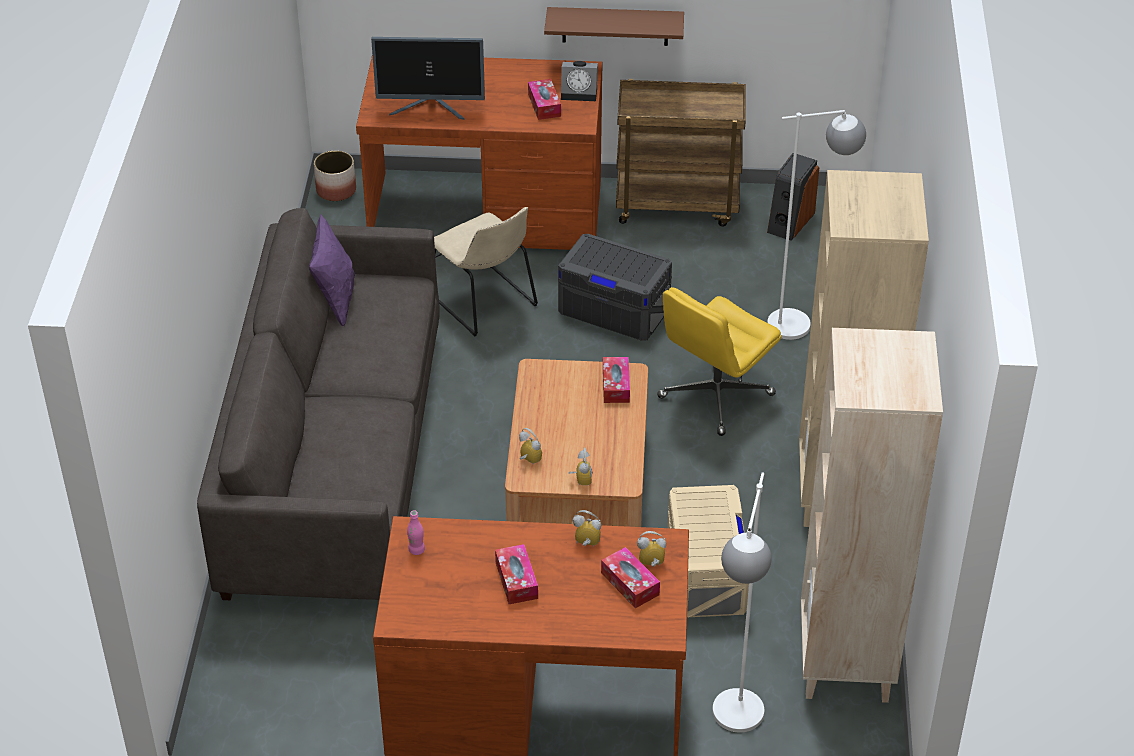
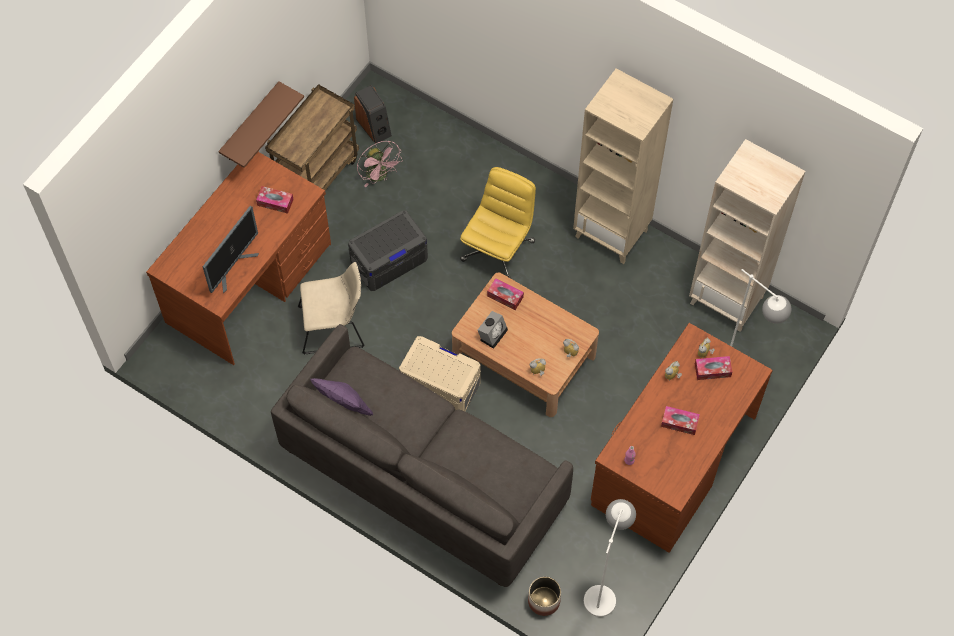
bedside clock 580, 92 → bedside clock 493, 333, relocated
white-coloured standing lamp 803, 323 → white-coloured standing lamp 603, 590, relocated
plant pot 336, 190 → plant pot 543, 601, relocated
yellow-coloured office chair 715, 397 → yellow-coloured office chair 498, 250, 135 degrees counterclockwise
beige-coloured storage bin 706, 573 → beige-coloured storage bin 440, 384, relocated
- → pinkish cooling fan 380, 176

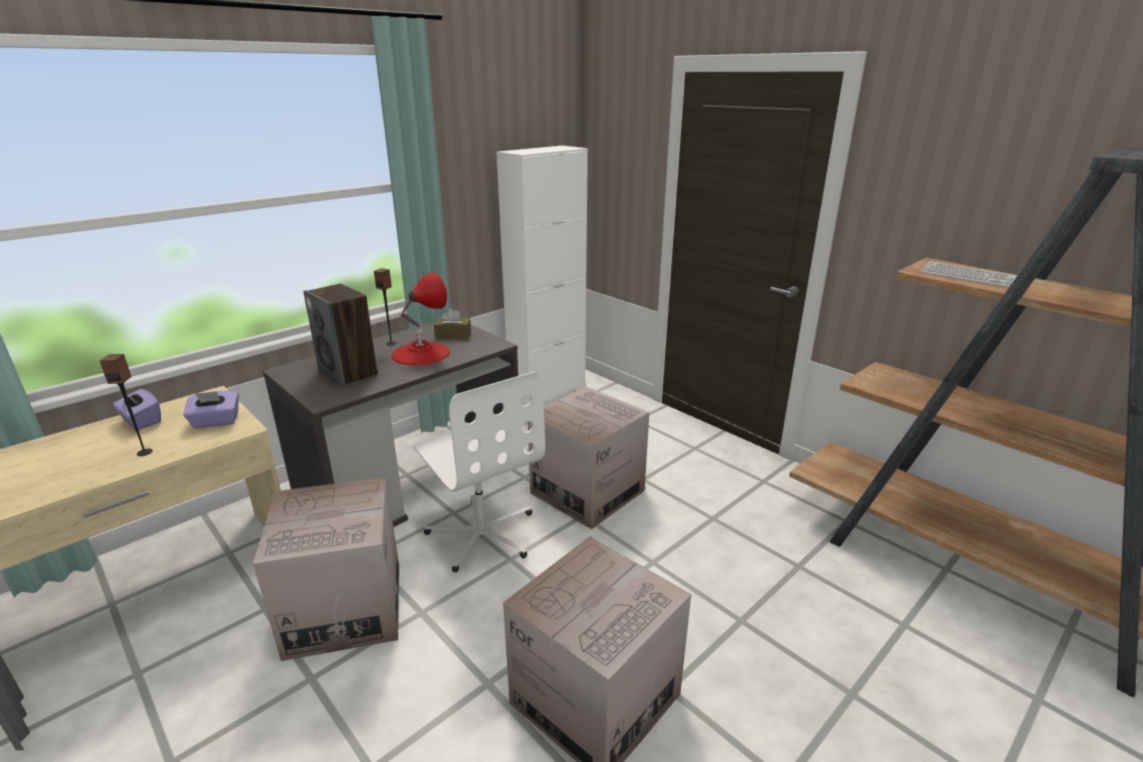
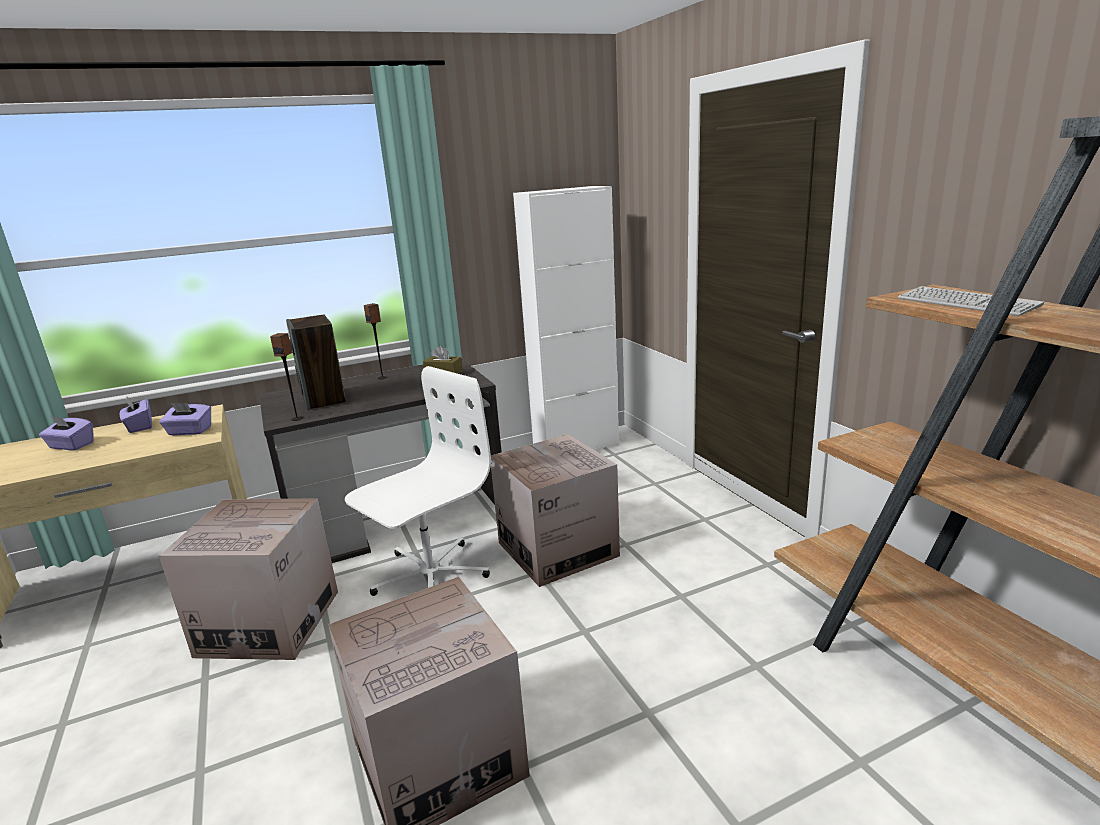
reddish lamp for a table 420, 353 → -
loudspeaker 145, 452 → loudspeaker 297, 418, relocated
white-coloured office chair 482, 533 → white-coloured office chair 429, 575, 120 degrees counterclockwise
- → purple-coloured tissue box 71, 446

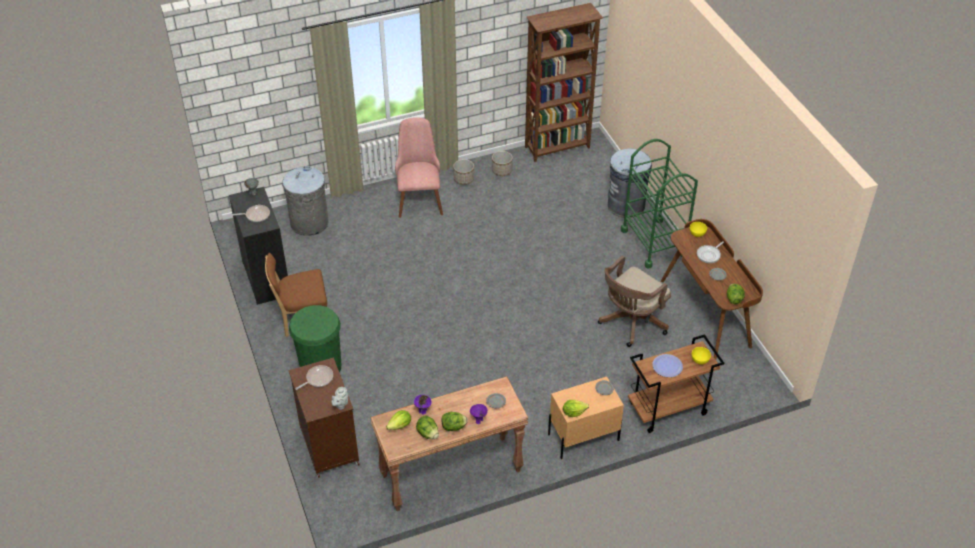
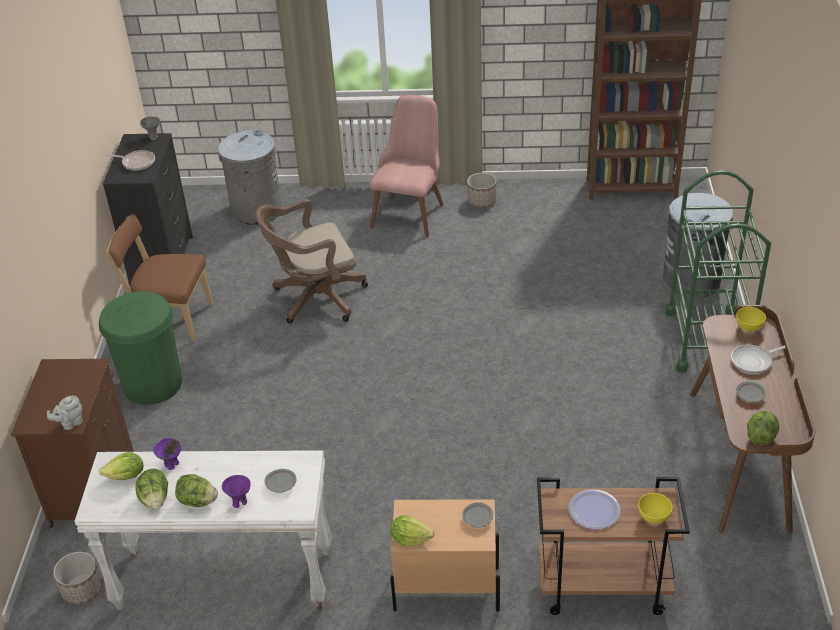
plant pot 501, 170 → plant pot 82, 589, relocated
brown-coloured office chair 631, 323 → brown-coloured office chair 315, 299, relocated
skillet 318, 379 → -
brown-coloured narrow table 451, 474 → white-coloured narrow table 224, 581

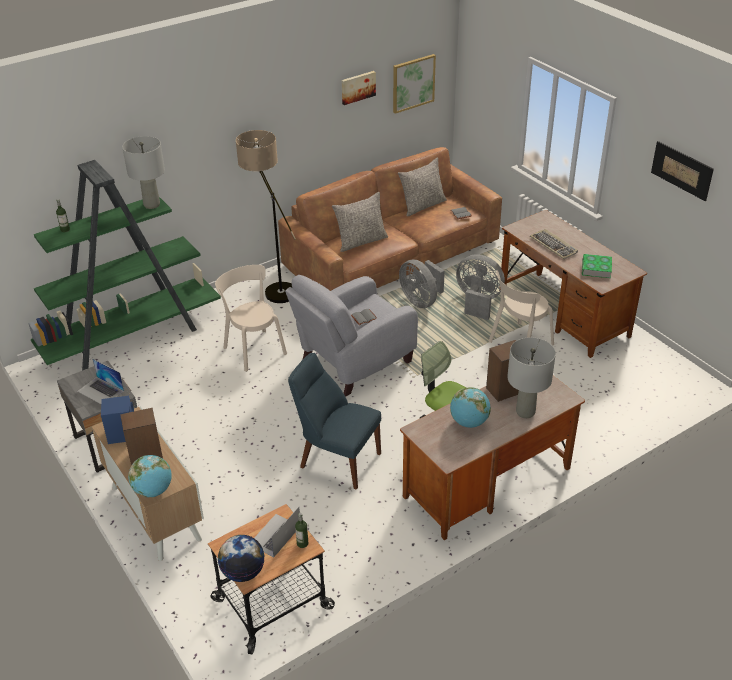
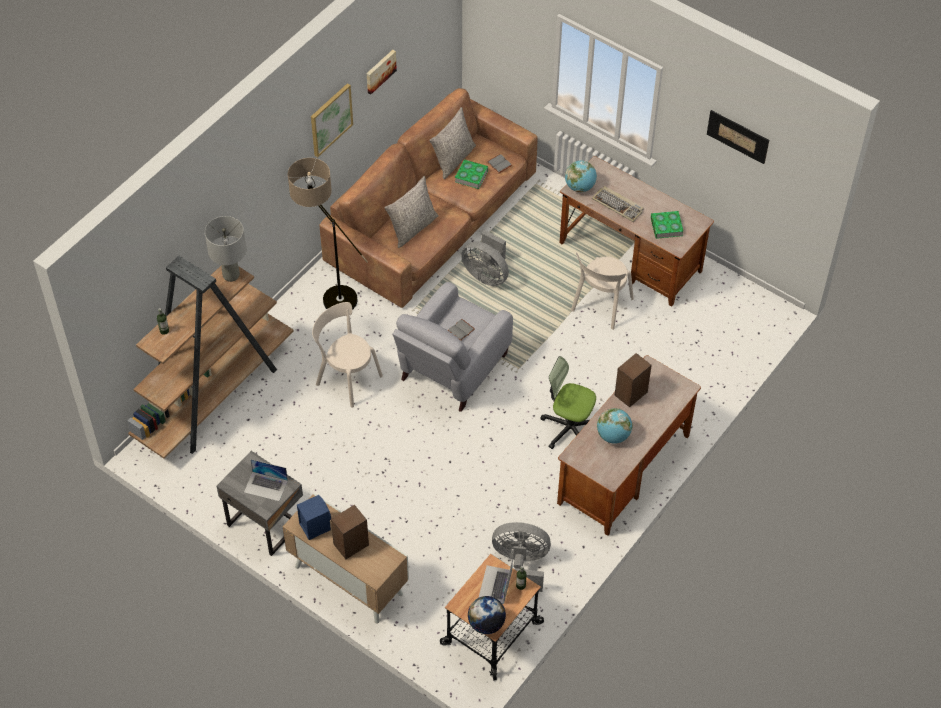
wall art 413, 83 → wall art 330, 119, relocated
greenish bookshelf 132, 337 → brown-coloured bookshelf 215, 395
grey cooling fan 478, 302 → grey cooling fan 521, 563, relocated
grey lamp for a table 525, 412 → -
blue-coloured plain chair 337, 459 → -
globe 153, 490 → globe 580, 187, relocated
- → book 471, 176

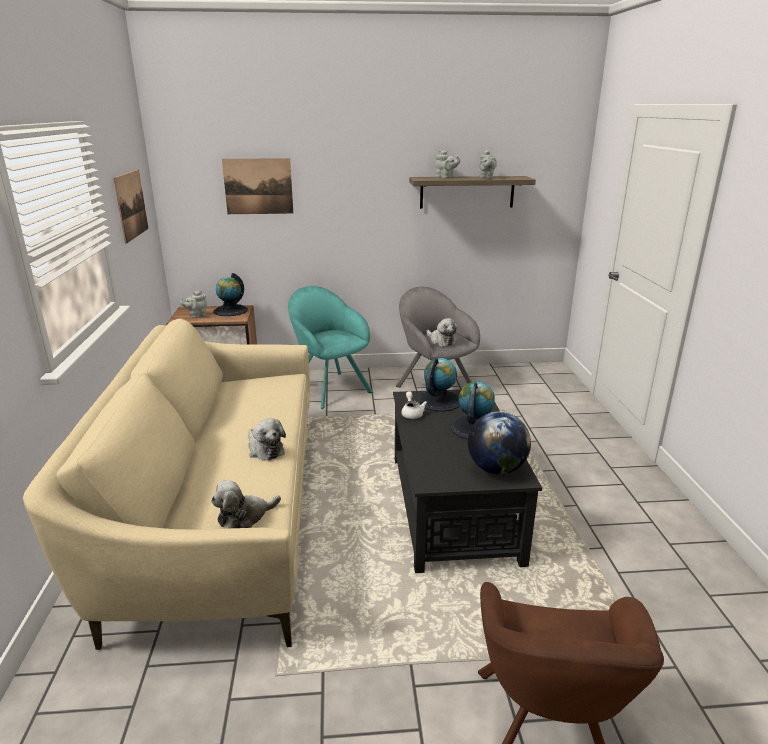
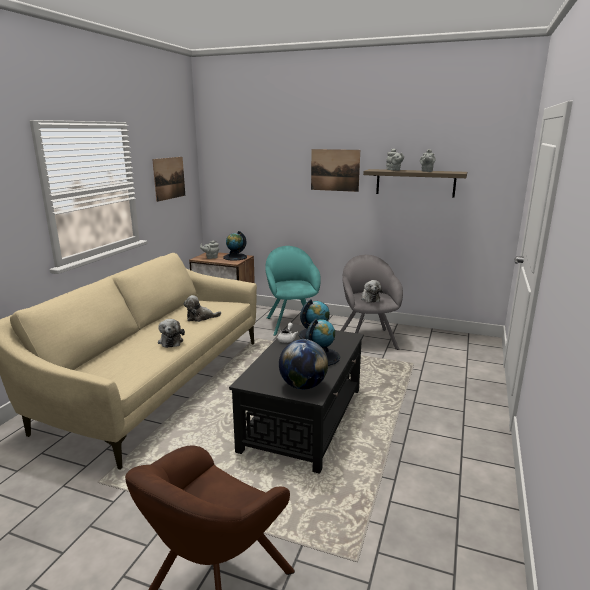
wall art 258, 186 → wall art 335, 170, relocated
cuddly toy 244, 517 → cuddly toy 200, 317, relocated

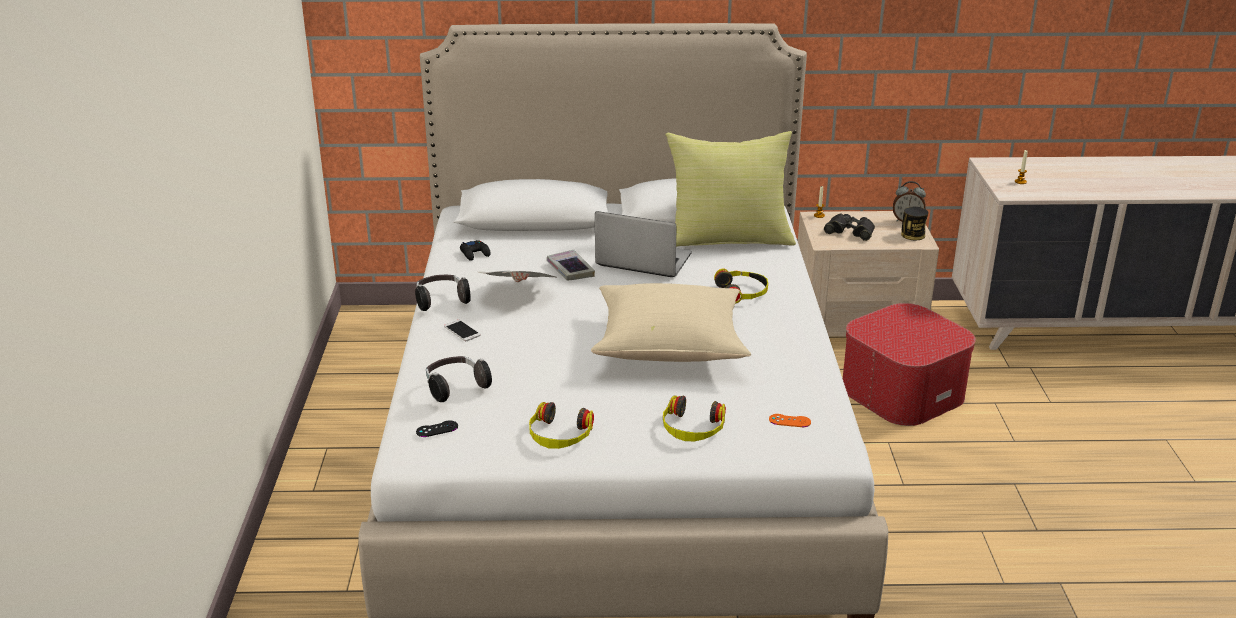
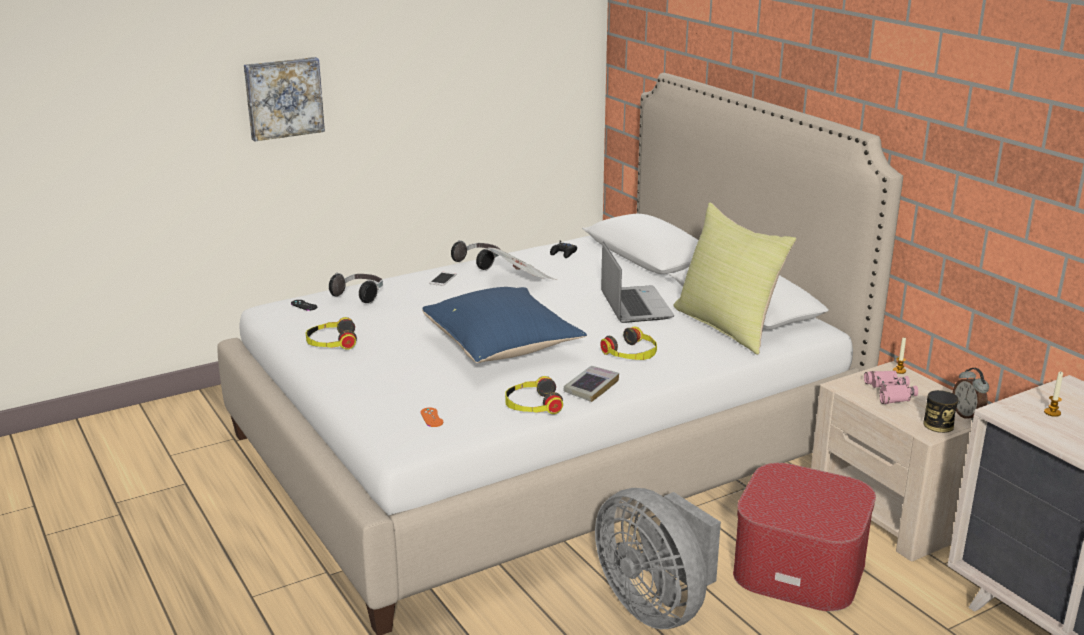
black-coloured pair of binoculars 850, 231 → pinkish pair of binoculars 889, 392
book 570, 270 → book 591, 387, relocated
beige-coloured pillow 670, 346 → blue-coloured pillow 503, 348
headset 692, 428 → headset 532, 405, relocated
- → wall art 283, 98
- → grey cooling fan 656, 606

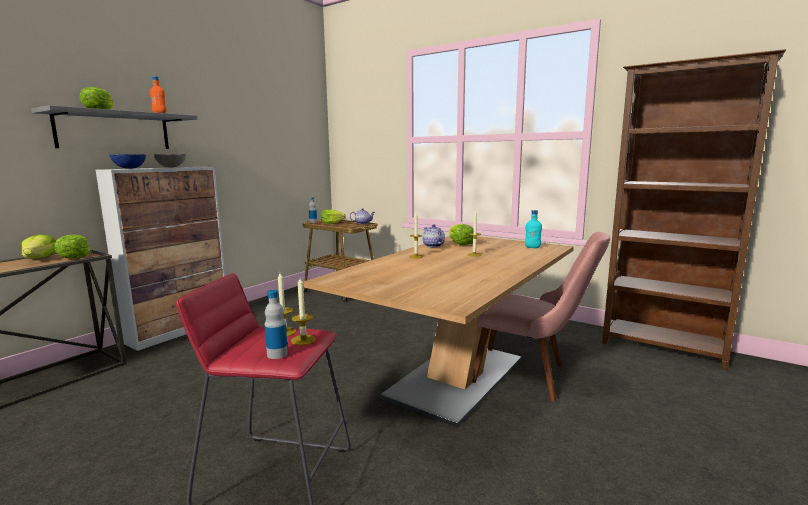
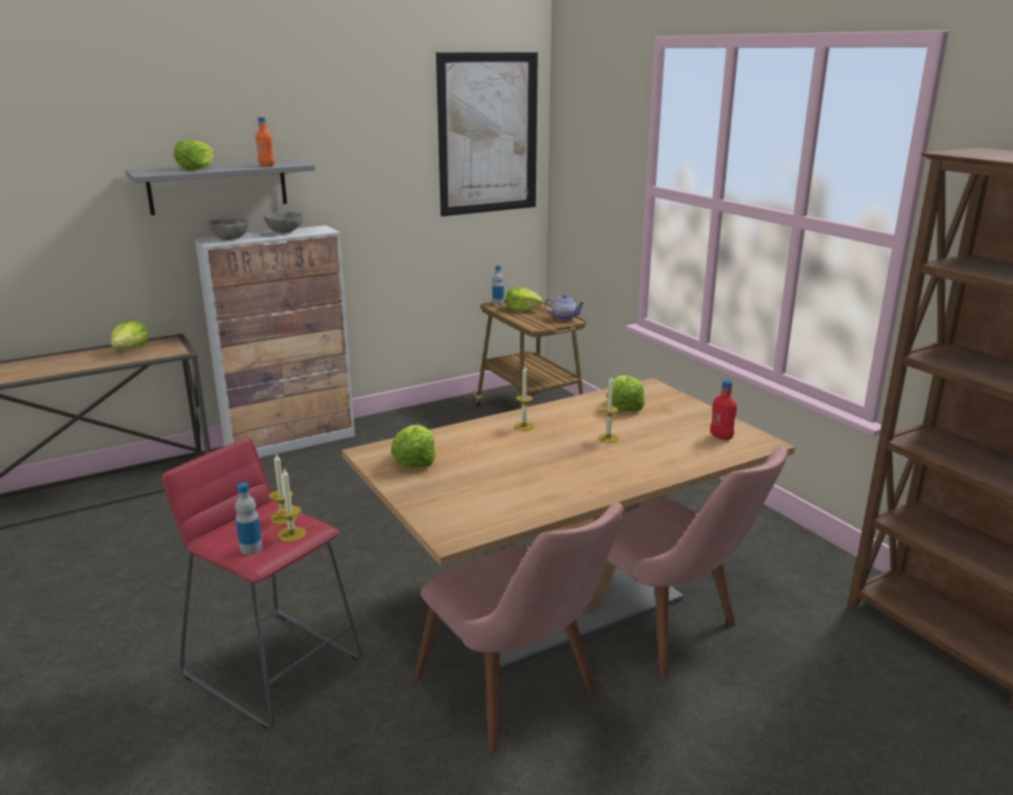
blue-coloured serving bowl 129, 168 → grey serving bowl 229, 239
turquoise-coloured beverage bottle 532, 247 → reddish beverage bottle 721, 437
pot for tea 433, 246 → -
lettuce 75, 256 → lettuce 415, 460, relocated
- → wall art 488, 134
- → pinkish plain chair 520, 696

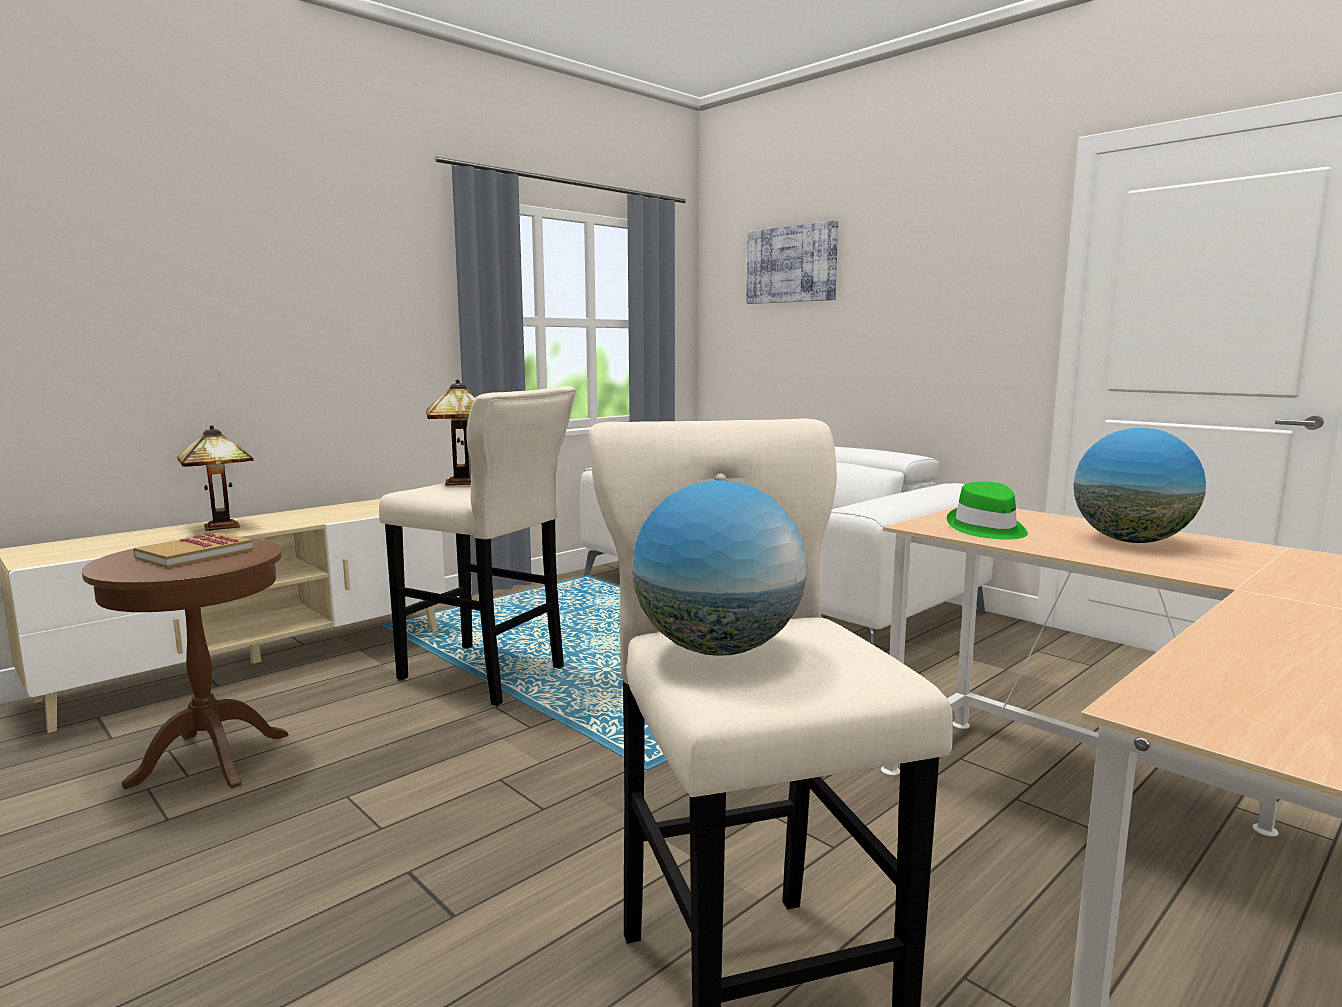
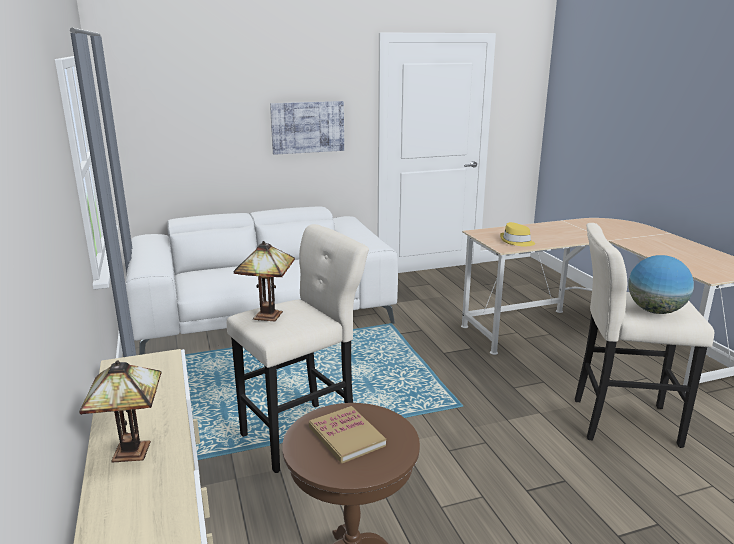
wall art 791, 264 → wall art 307, 127, relocated
globe 1130, 541 → -
greenish wearable hat 987, 529 → yellow-coloured wearable hat 516, 242

